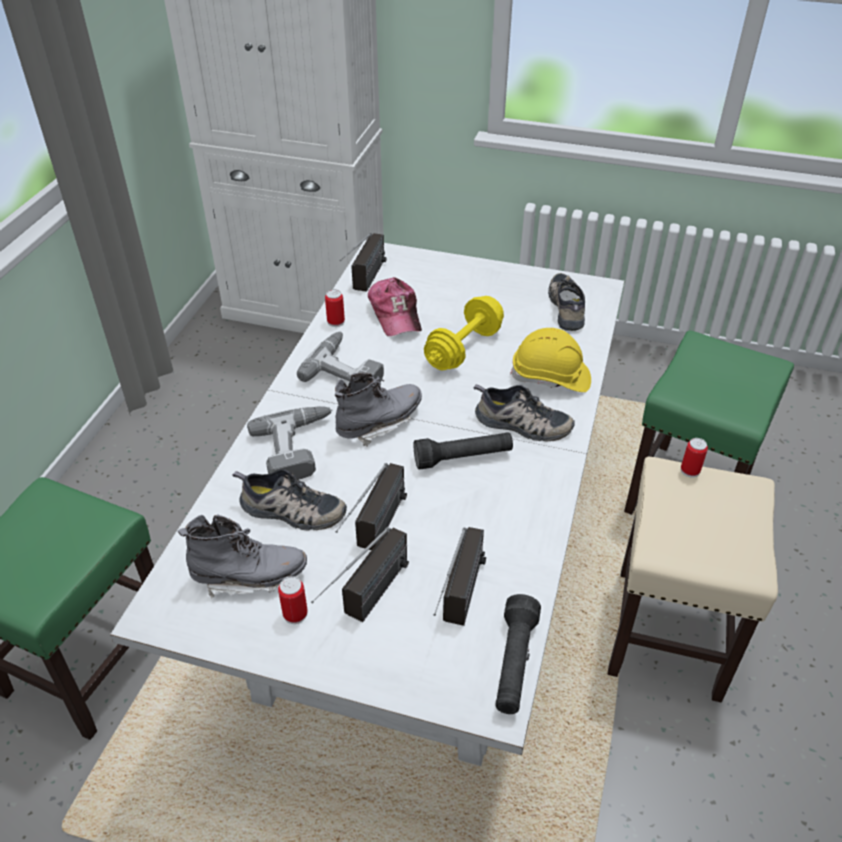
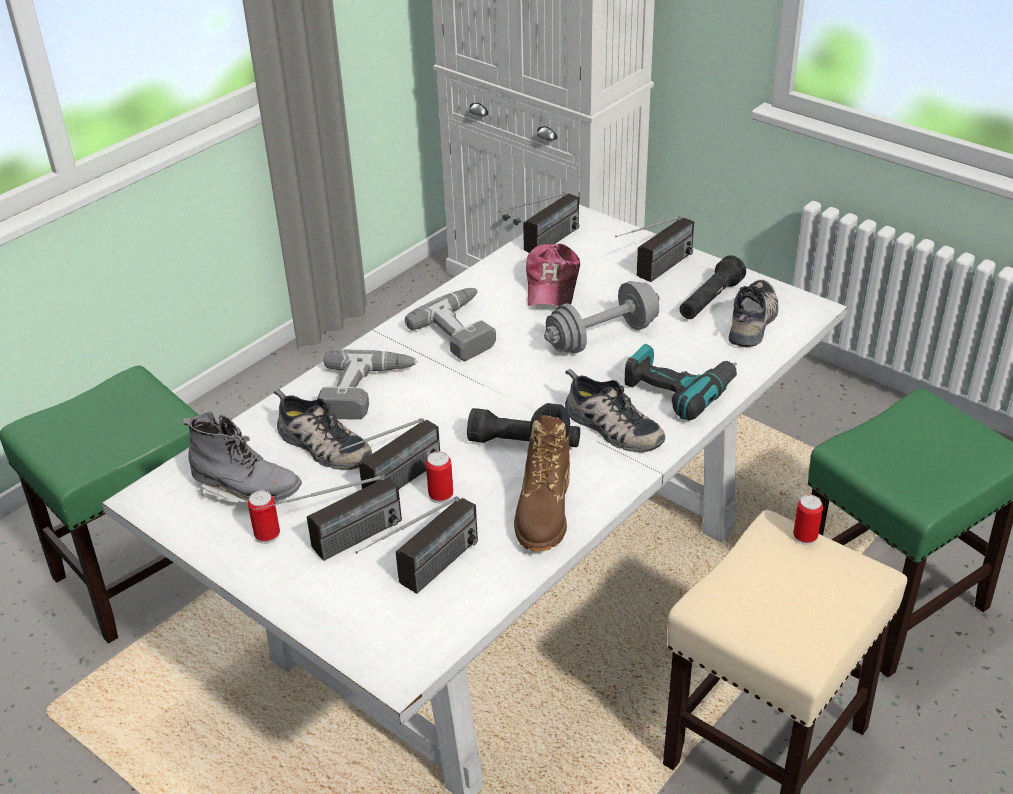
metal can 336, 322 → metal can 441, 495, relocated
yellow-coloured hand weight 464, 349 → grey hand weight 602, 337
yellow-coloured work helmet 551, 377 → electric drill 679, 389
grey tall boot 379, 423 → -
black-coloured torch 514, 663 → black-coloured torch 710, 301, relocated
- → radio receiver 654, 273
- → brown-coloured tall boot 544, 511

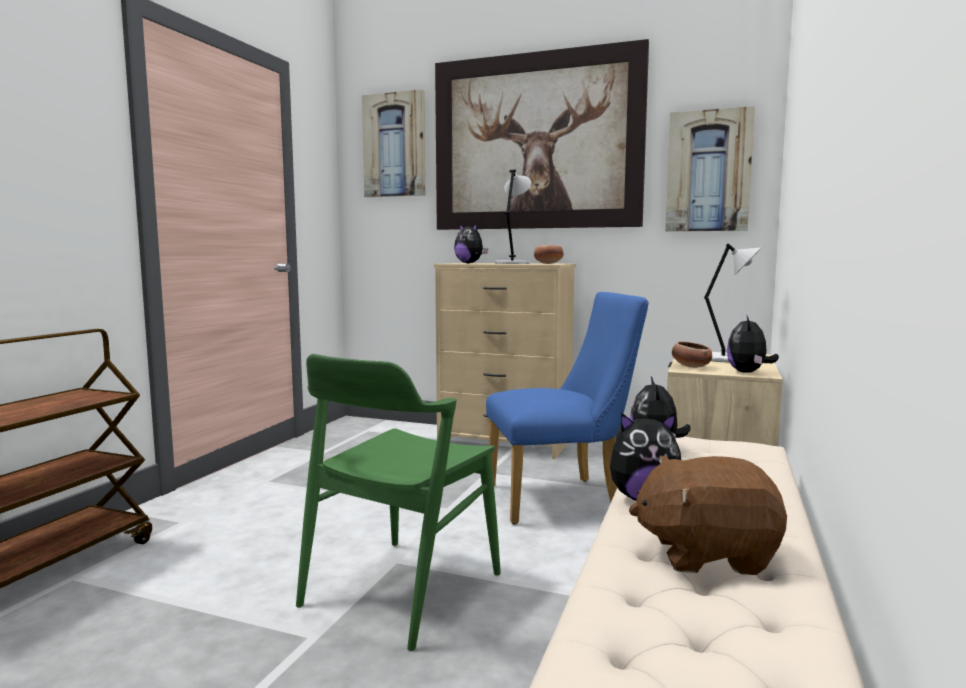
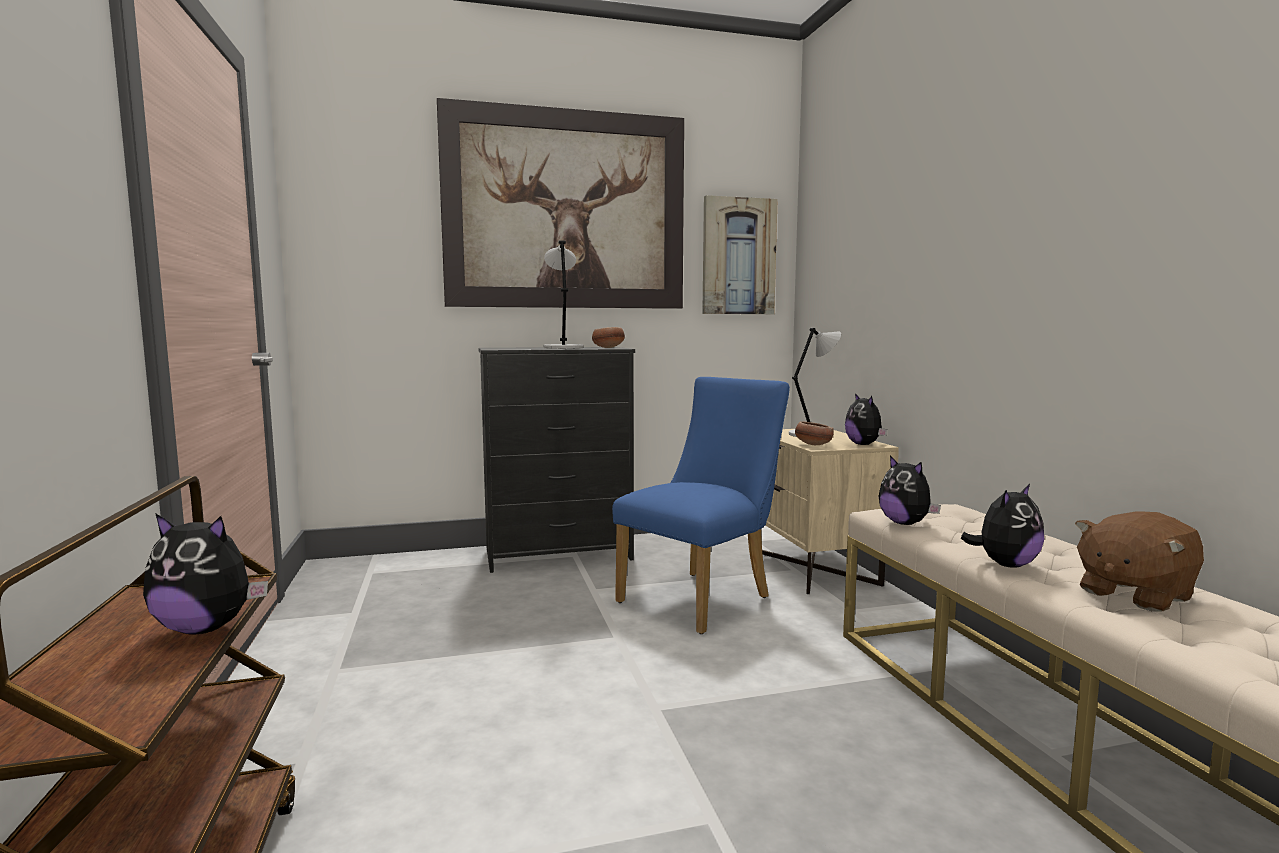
wall art 394, 145 → -
cuddly toy 470, 263 → cuddly toy 206, 628, relocated
beige-coloured chest of drawers 504, 443 → black-coloured chest of drawers 558, 554
greenish plain chair 401, 589 → -

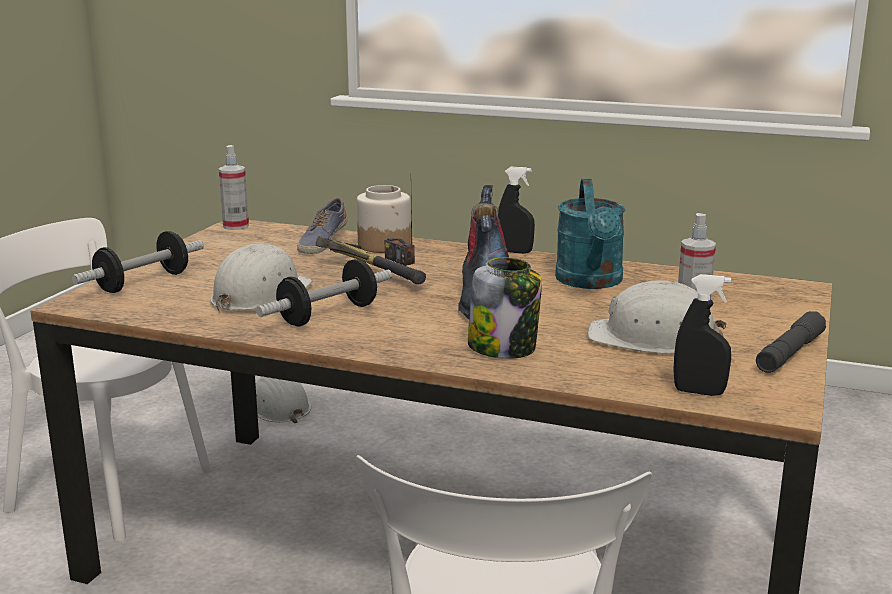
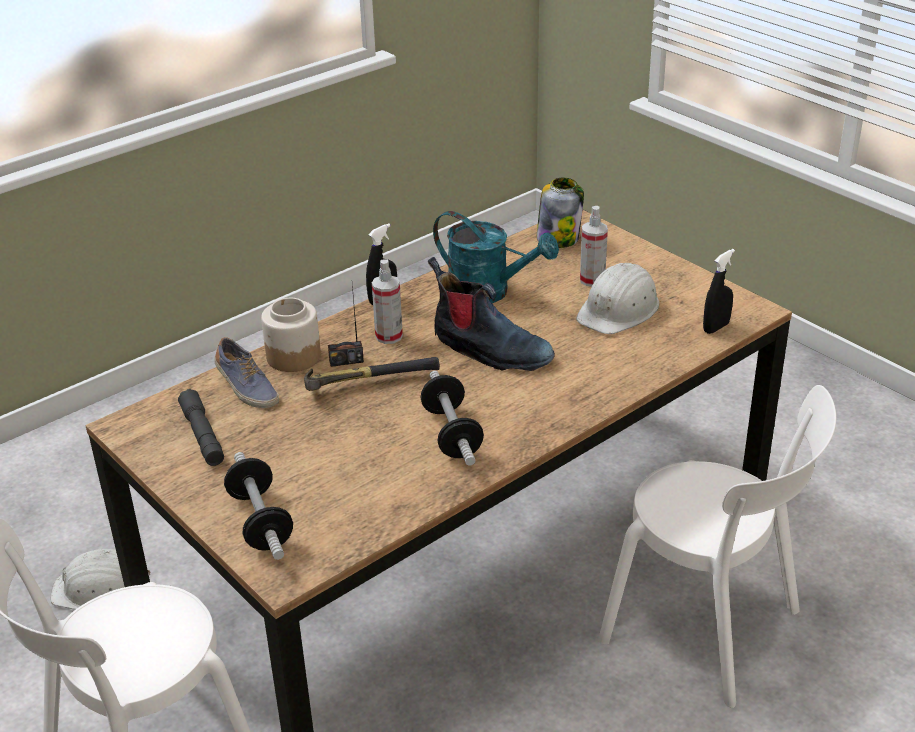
sprayer 236, 226 → sprayer 389, 336, relocated
white-coloured work helmet 260, 295 → -
jar 503, 348 → jar 558, 238, relocated
grey torch 789, 353 → grey torch 202, 435, relocated

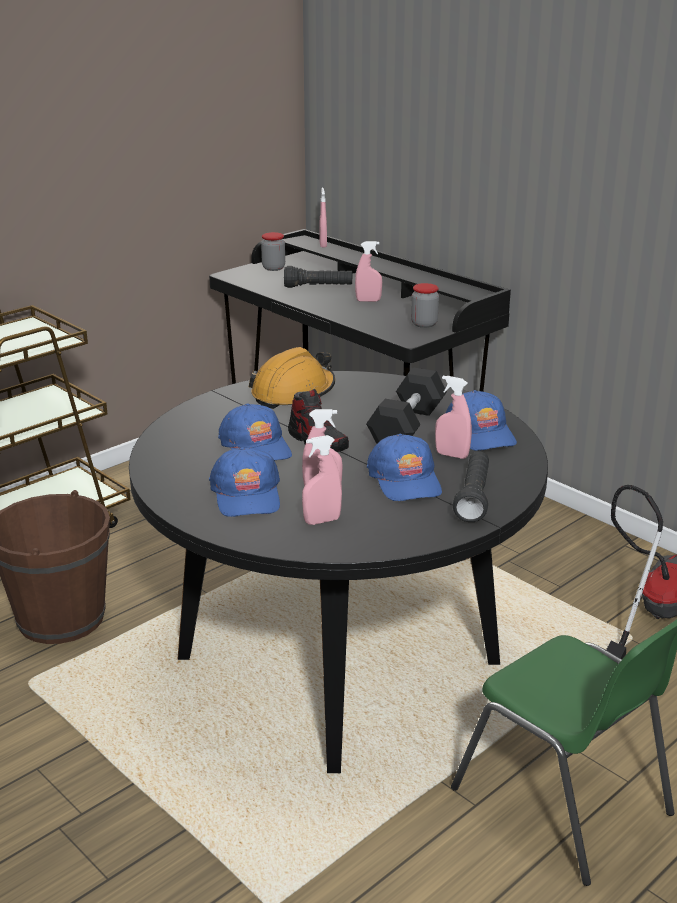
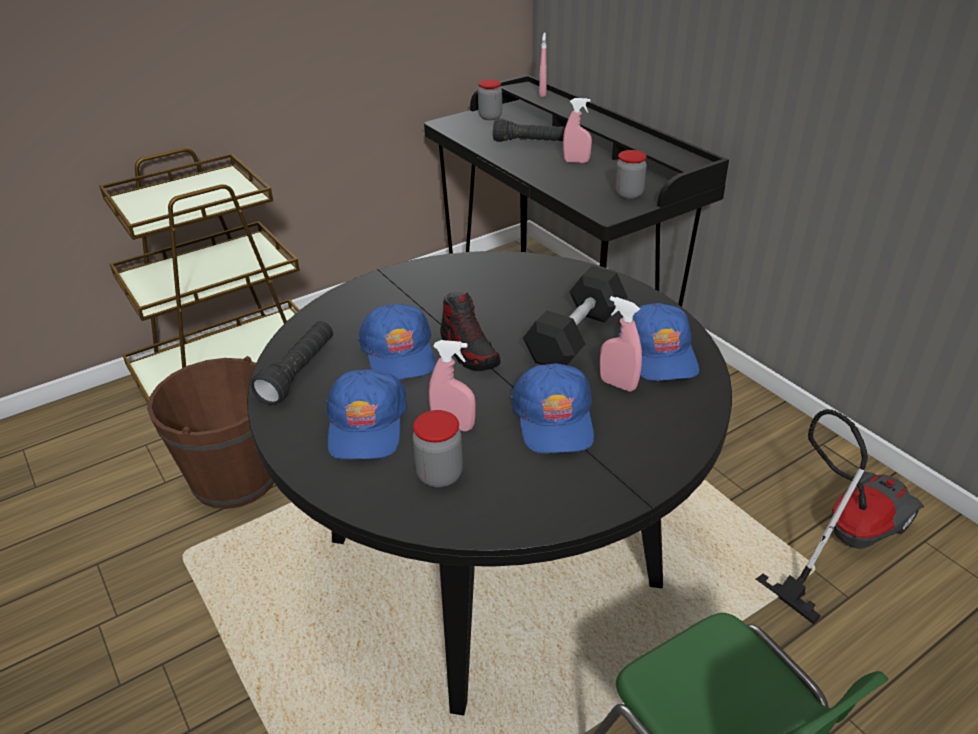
orangey work helmet 293, 393 → -
pinkish sprayer 322, 521 → jar 439, 475
black-coloured torch 473, 498 → black-coloured torch 298, 373, relocated

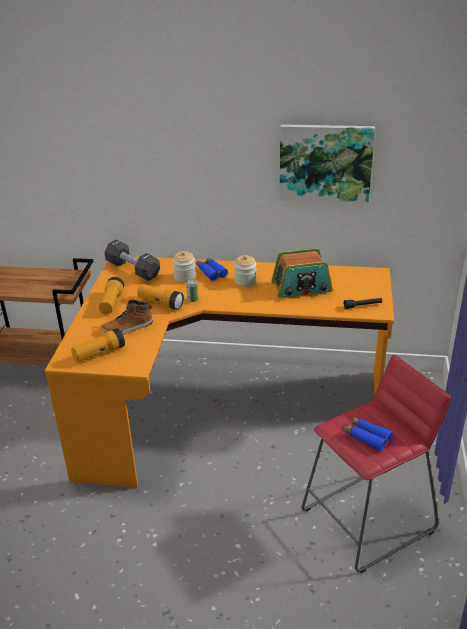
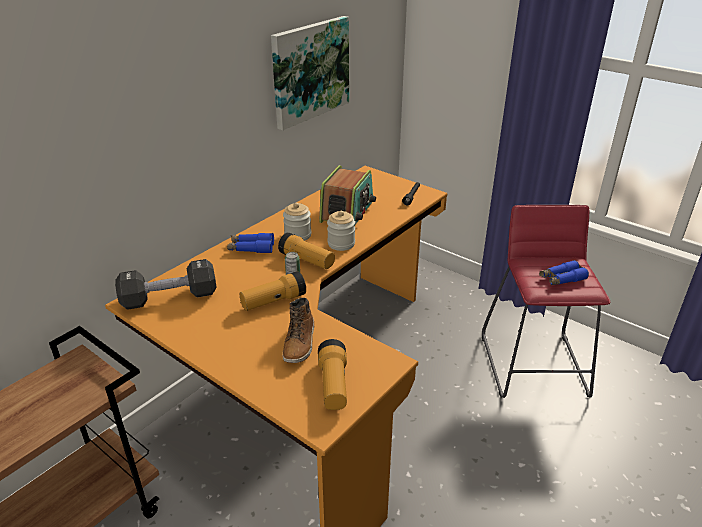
jar 185, 277 → jar 341, 244, relocated
torch 112, 303 → torch 307, 260, relocated

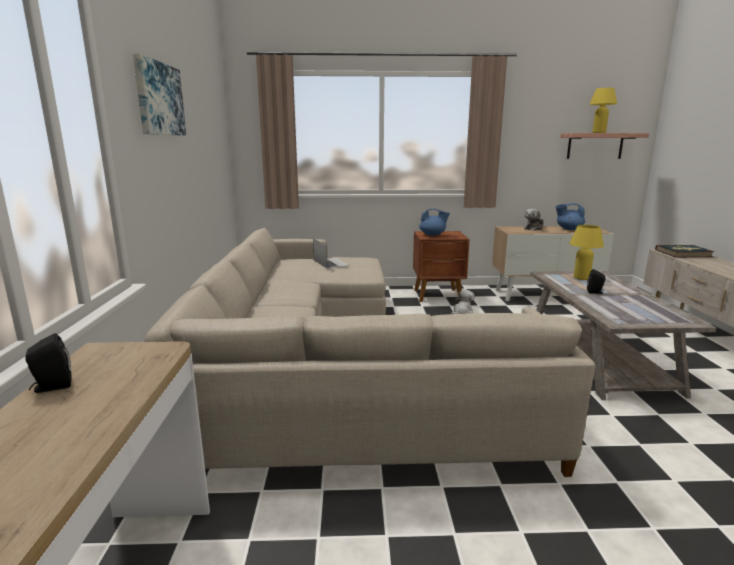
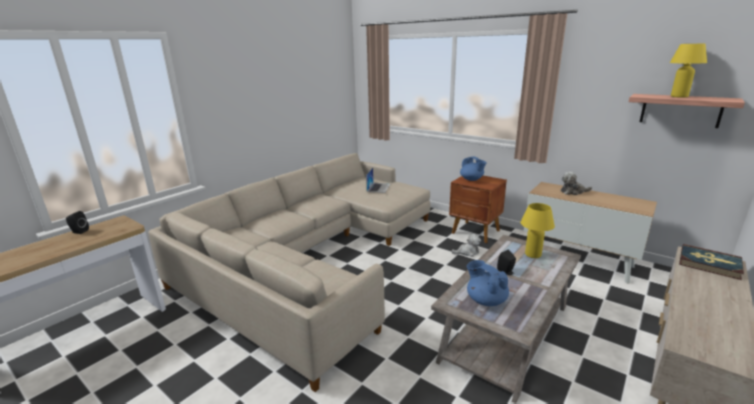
wall art 159, 99 → -
blue-coloured pot for tea 569, 229 → blue-coloured pot for tea 485, 300, relocated

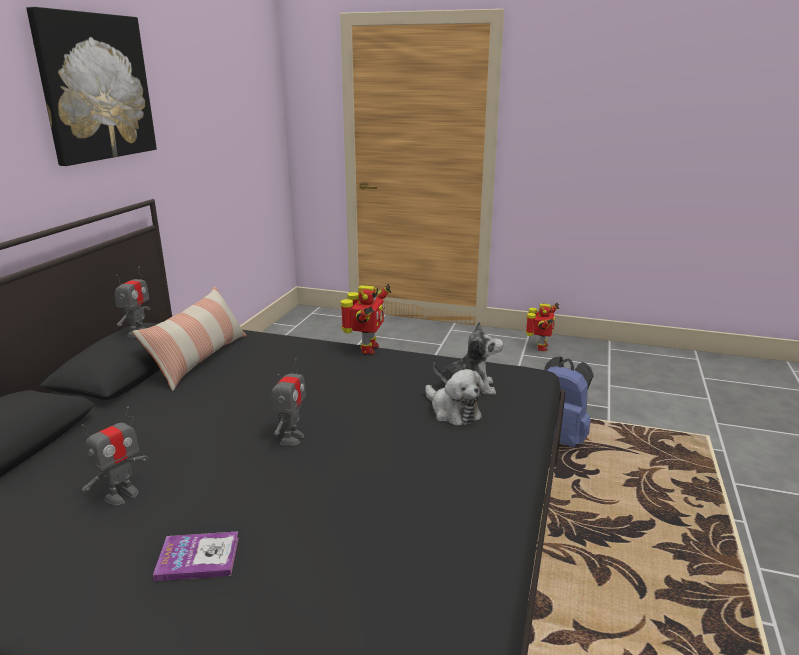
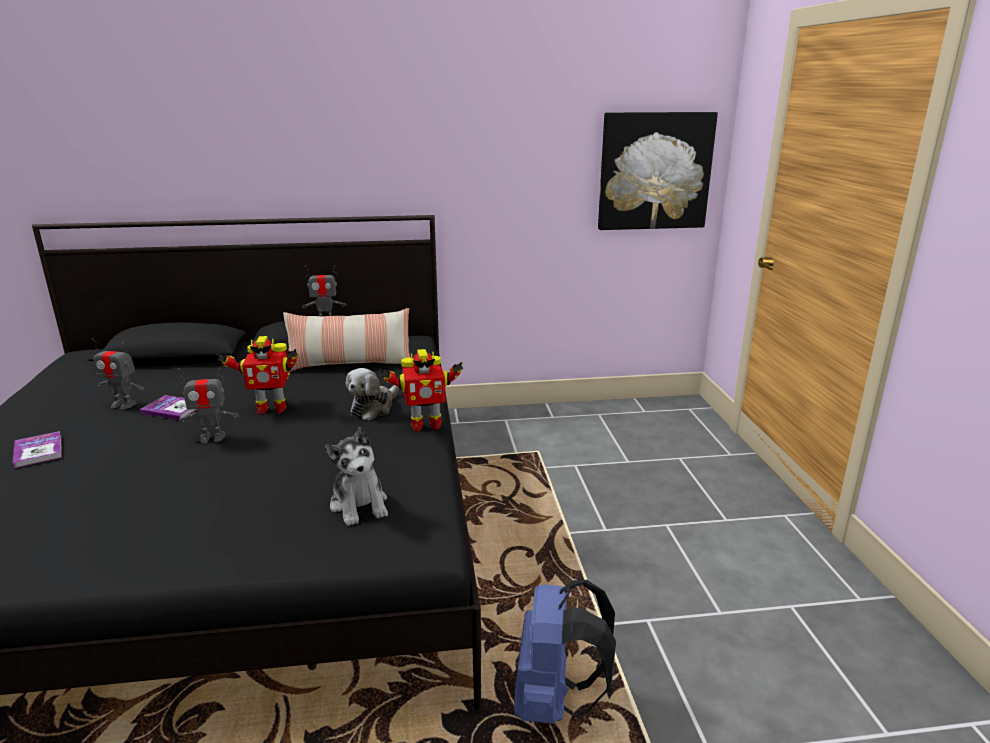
wall art 95, 87 → wall art 654, 171, relocated
model robot 540, 347 → model robot 270, 409, relocated
cuddly toy 453, 411 → cuddly toy 373, 408, relocated
- → book 172, 409

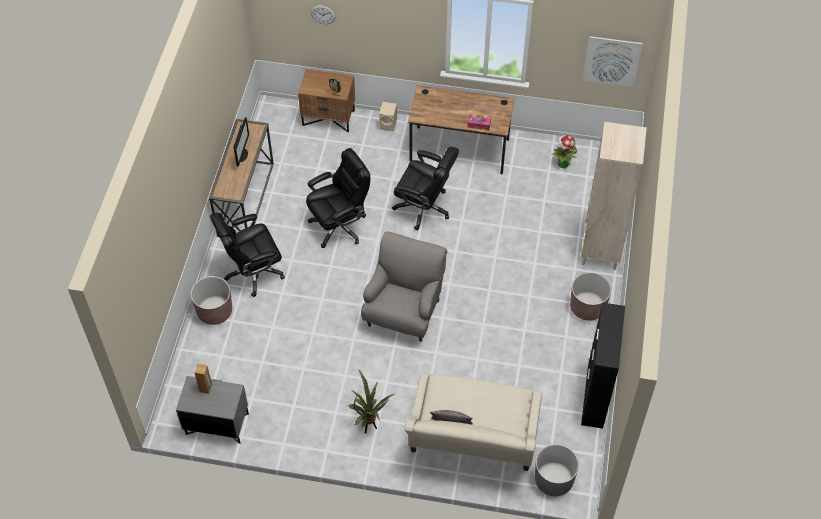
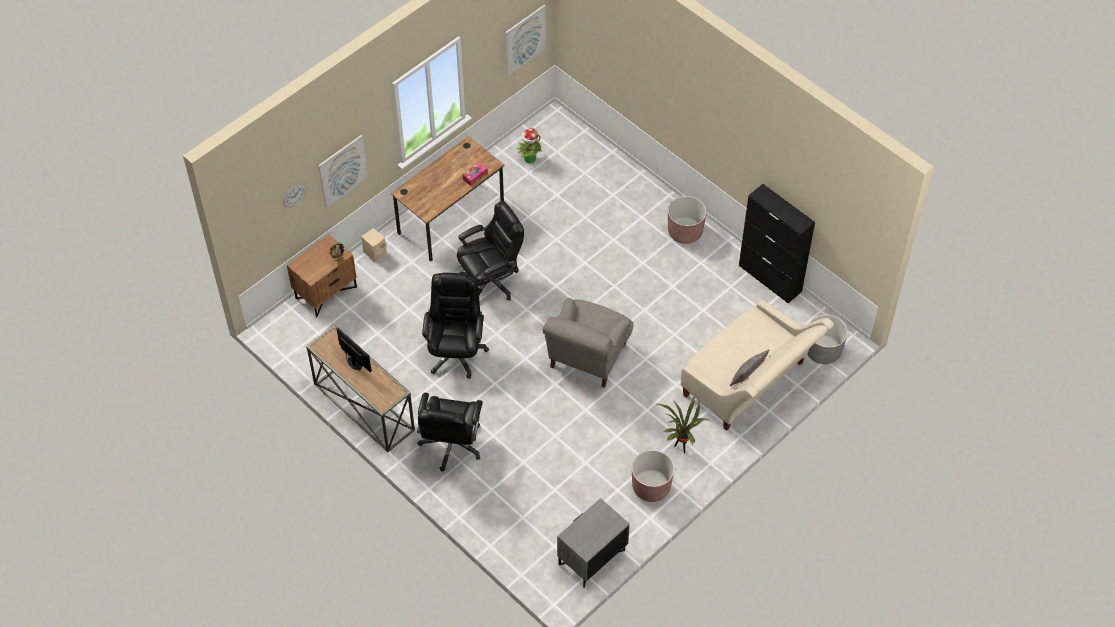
beige-coloured bookshelf 601, 251 → -
grey lounge chair 404, 312 → grey lounge chair 587, 357, 120 degrees counterclockwise
brown-coloured plant pot 214, 311 → brown-coloured plant pot 651, 487, relocated
brown-coloured loudspeaker 206, 388 → -
- → wall art 343, 170

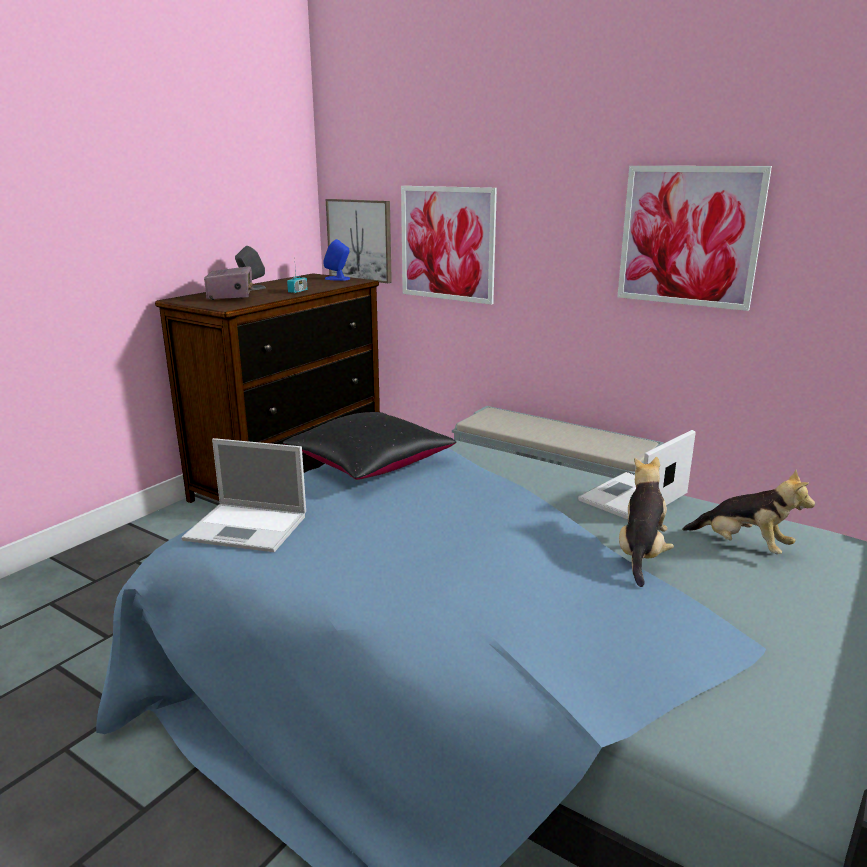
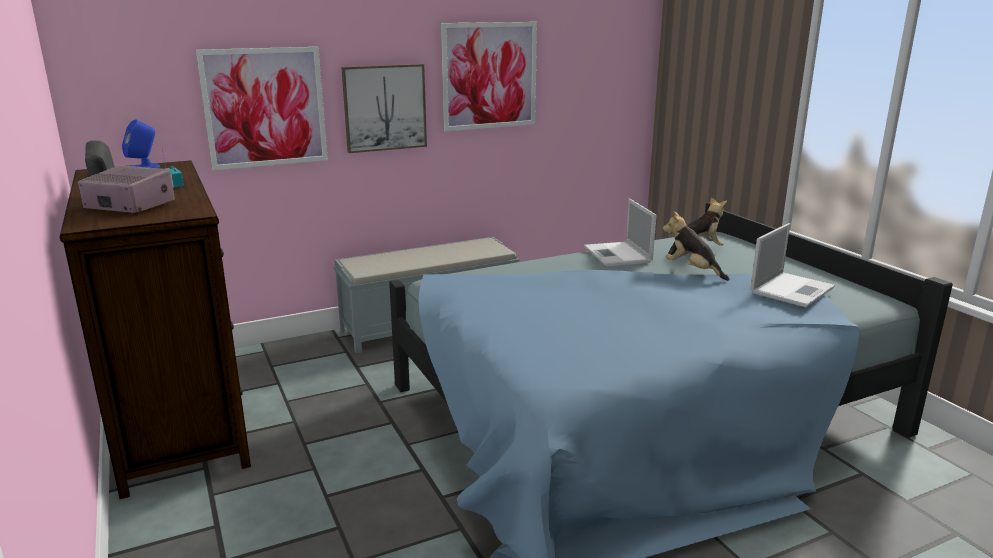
wall art 360, 240 → wall art 384, 107, relocated
black-coloured pillow 370, 463 → -
notebook computer 249, 528 → notebook computer 792, 289, relocated

